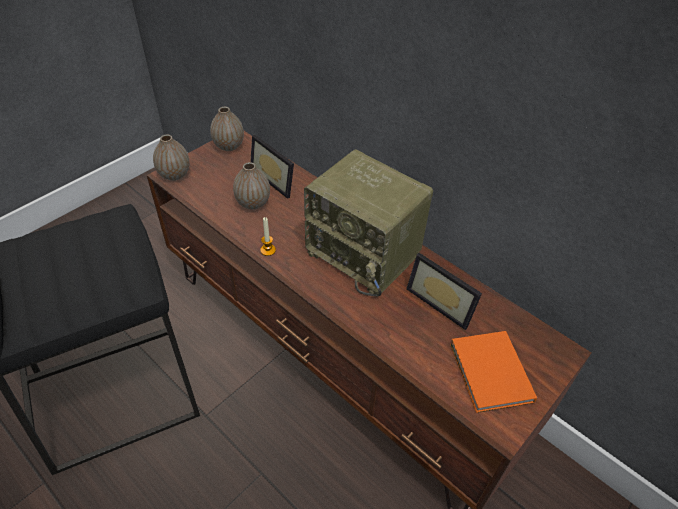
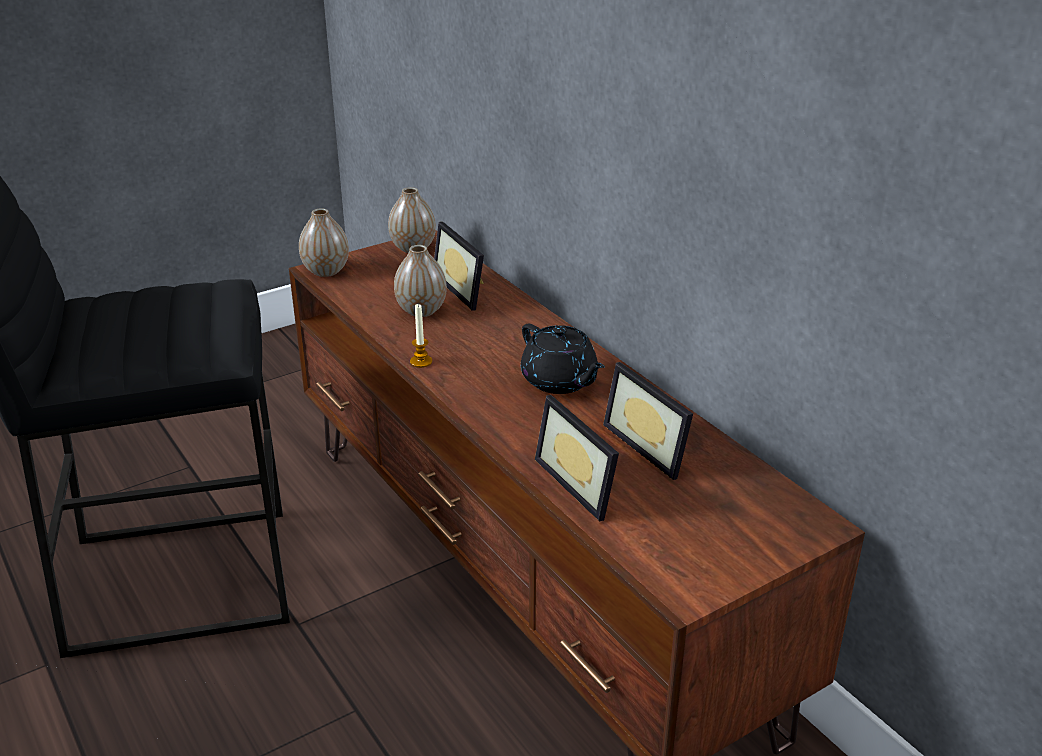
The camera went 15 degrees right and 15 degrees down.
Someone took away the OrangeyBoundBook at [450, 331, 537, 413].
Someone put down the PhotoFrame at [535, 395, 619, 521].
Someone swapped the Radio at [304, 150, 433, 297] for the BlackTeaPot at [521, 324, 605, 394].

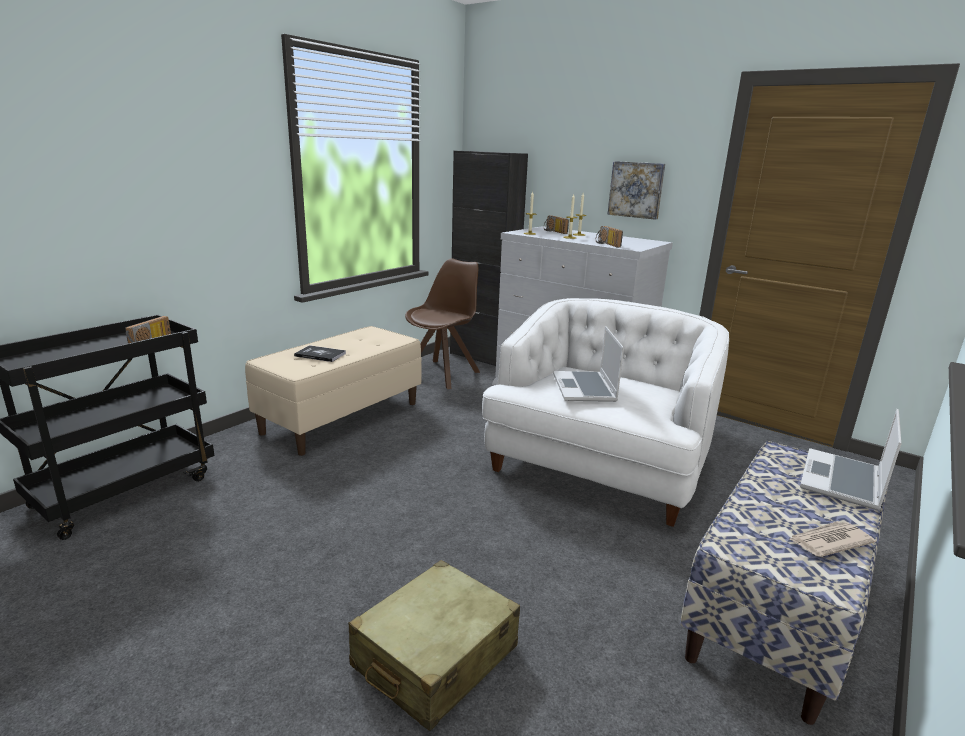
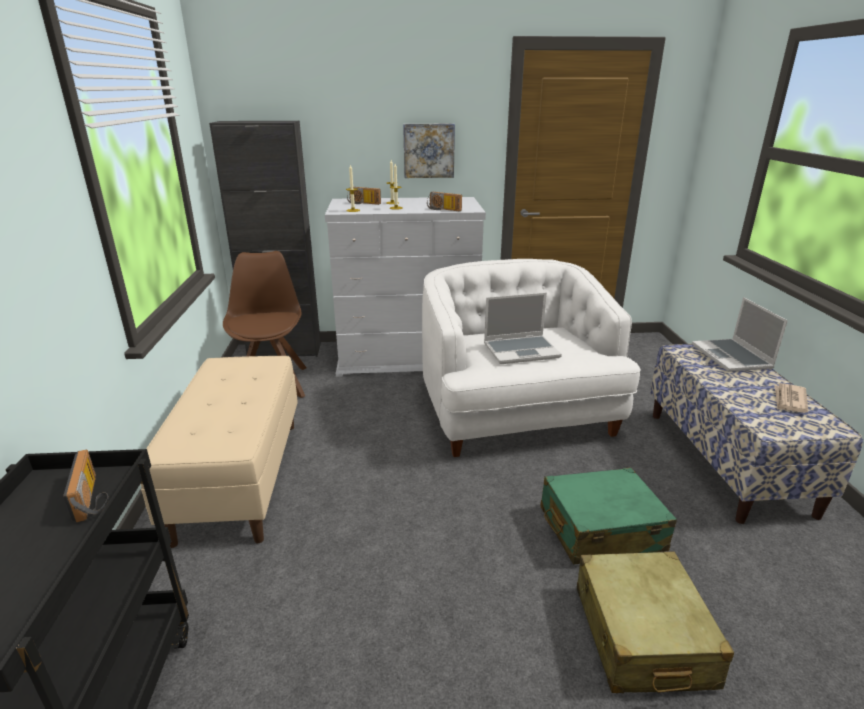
The camera went 40 degrees left and 5 degrees up.
Someone took away the BoundBook at [294, 345, 346, 362].
Someone put down the GreenishTravelCase at [540, 467, 677, 564].
Someone rotated the NotebookComputer at [553, 326, 624, 402] by 60 degrees counterclockwise.

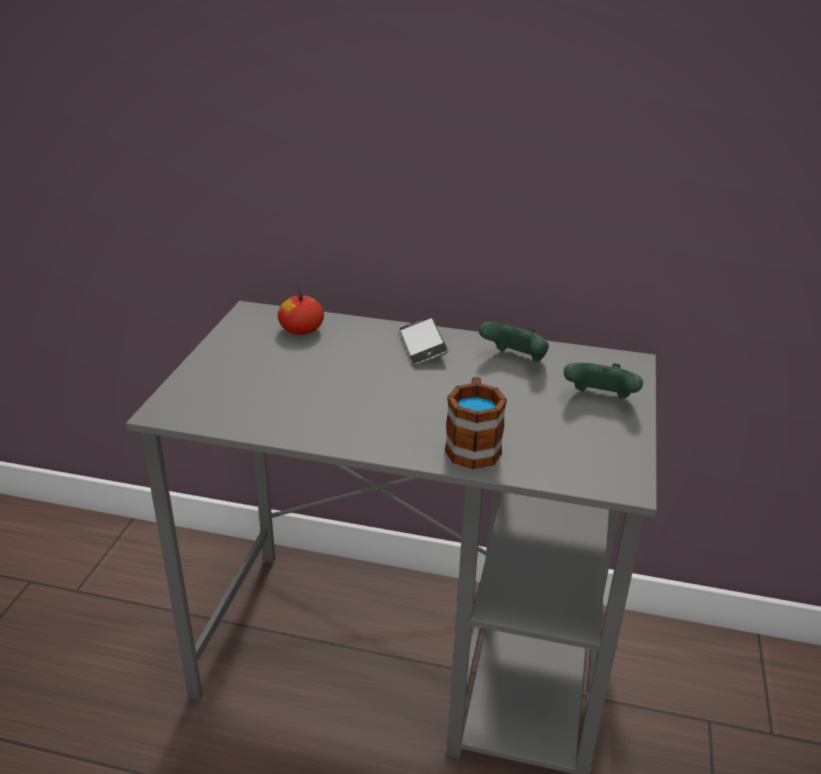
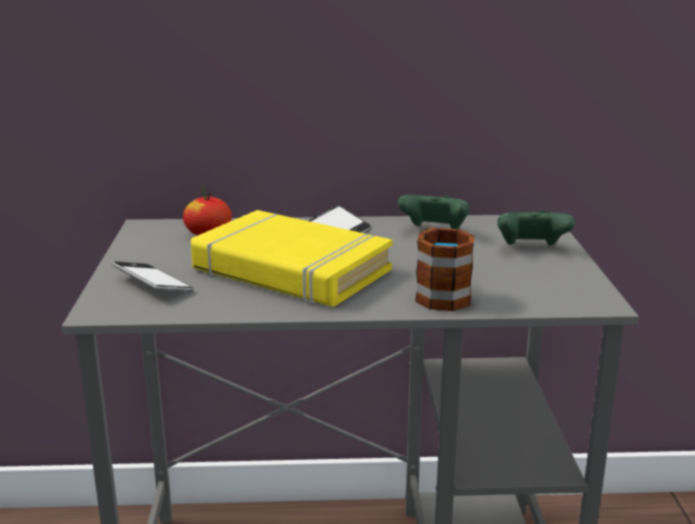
The camera went 15 degrees left and 10 degrees down.
Someone put down the Phone at [112, 261, 193, 292].
Someone put down the YellowColouredBoundBook at [191, 210, 393, 307].

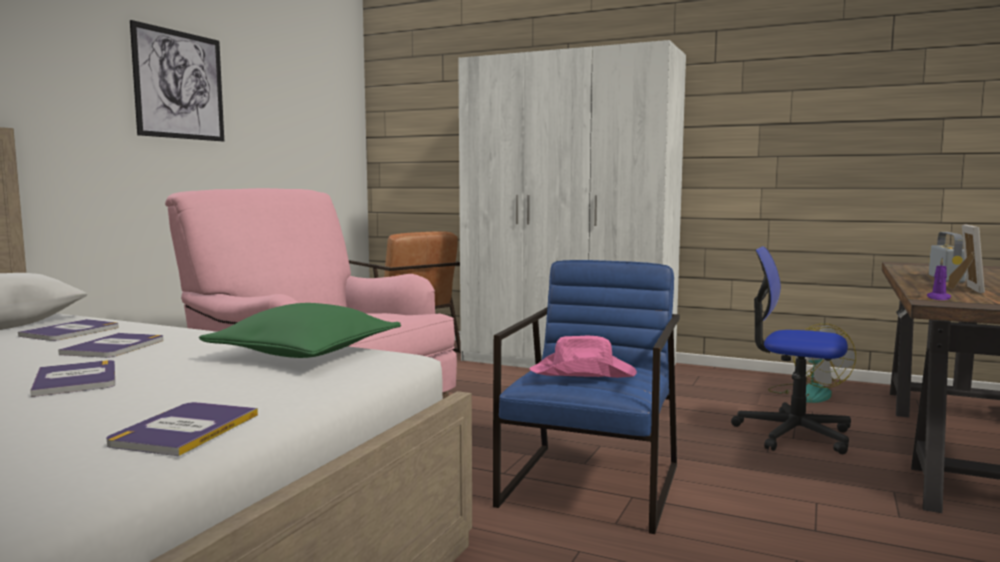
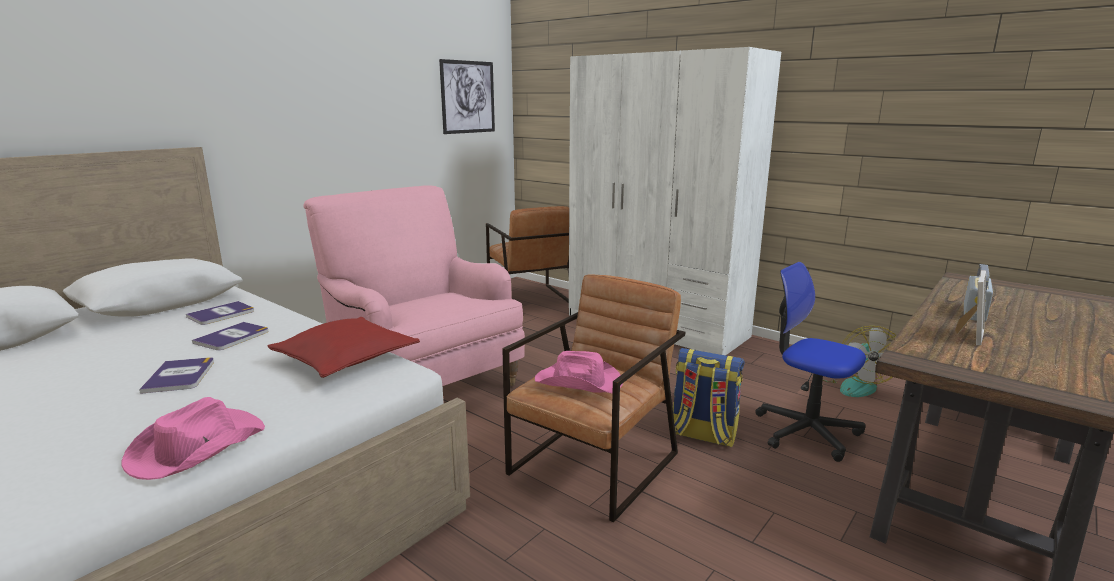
The camera went 15 degrees right and 10 degrees up.
Someone took away the PurplishCandle at [927, 258, 951, 300].
Someone put down the Backpack at [673, 348, 745, 448].
Someone carried the WallPicture from [130, 20, 224, 141] to [439, 59, 495, 134].
Someone swapped the BoundBook at [106, 402, 258, 456] for the PinkishHat at [121, 397, 265, 480].
Someone repainted the GreenishThrowPillow at [199, 303, 401, 358], which became the RedThrowPillow at [268, 317, 420, 378].
Someone repainted the BlueArmchair at [493, 260, 680, 534], which became the BrownArmchair at [502, 274, 685, 522].

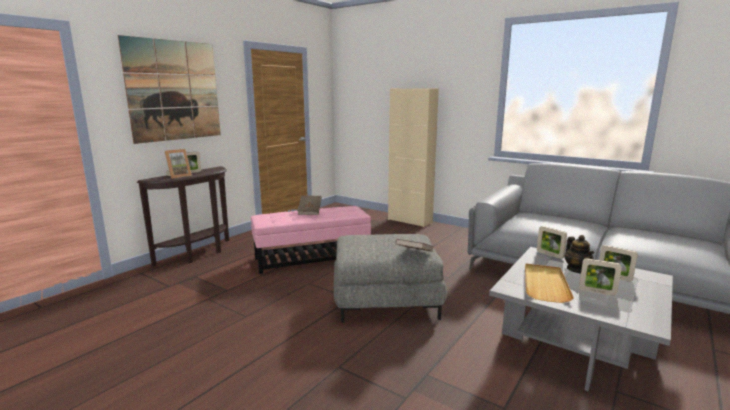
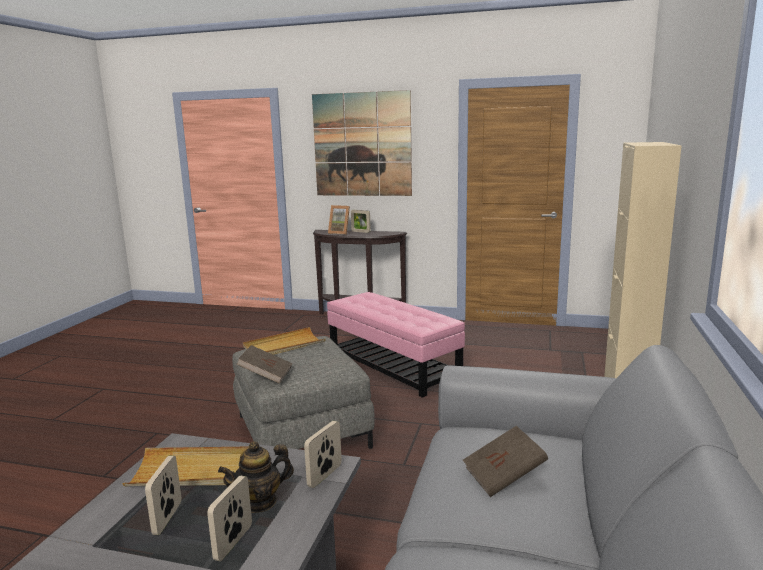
The camera went 70 degrees right and 0 degrees up.
Someone put down the BeigeServingTray at [243, 327, 325, 355].
Someone carried the BrownBoundBook from [297, 195, 322, 215] to [463, 426, 548, 497].

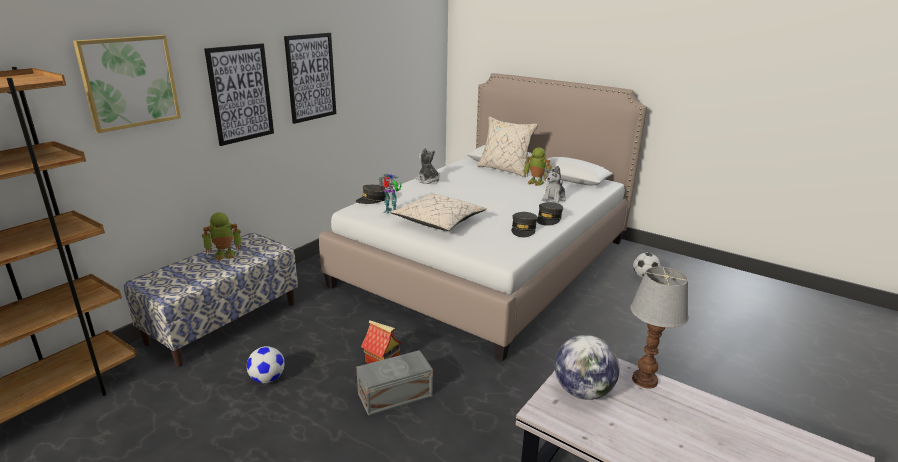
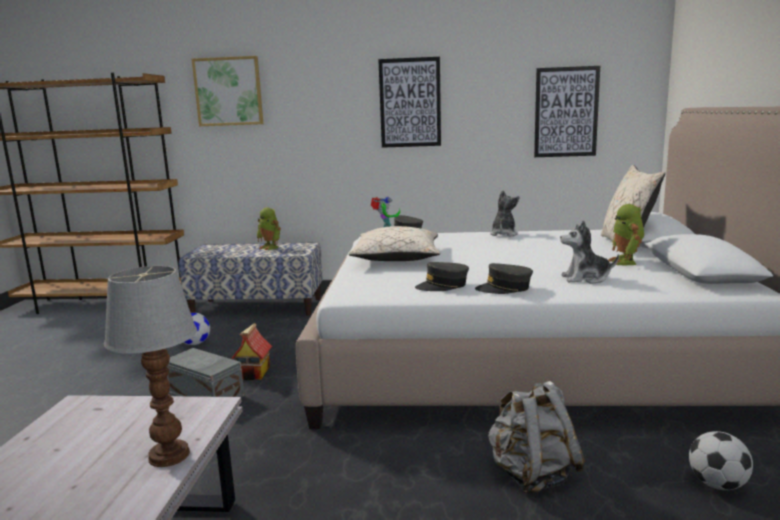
The camera went 60 degrees right and 10 degrees down.
Someone took away the WorldGlobe at [555, 335, 620, 400].
Someone put down the GreyishBackpack at [488, 381, 585, 493].
Someone carried the WallPicture from [204, 43, 274, 146] to [534, 66, 600, 157].

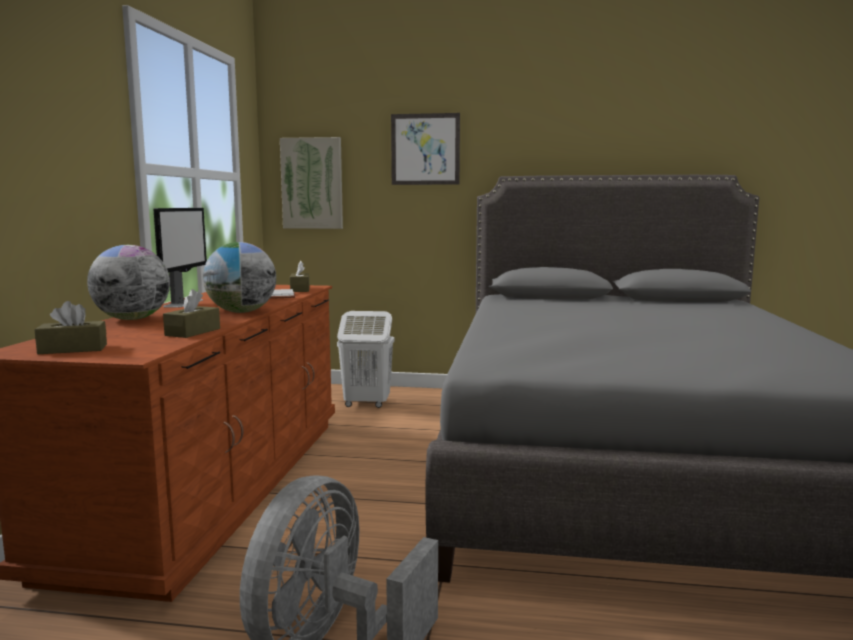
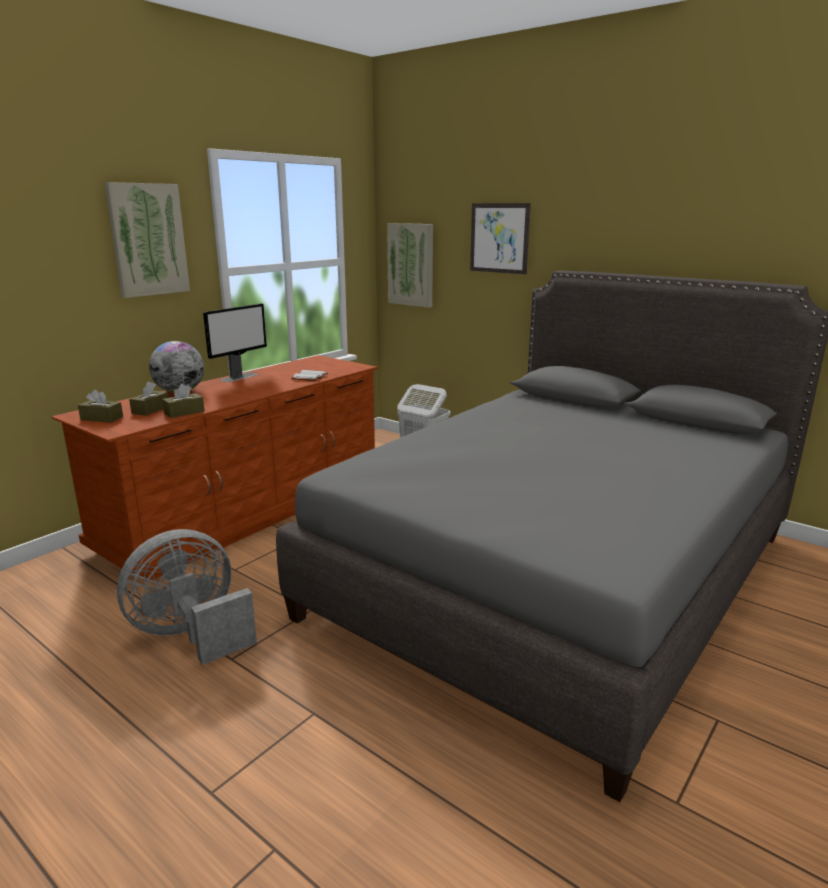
The camera went 30 degrees right and 10 degrees up.
Someone took away the WorldGlobe at [203, 242, 276, 313].
Someone put up the WallPicture at [104, 182, 190, 298].
Someone carried the BrownBoxOfTissues from [290, 261, 309, 292] to [129, 381, 168, 416].

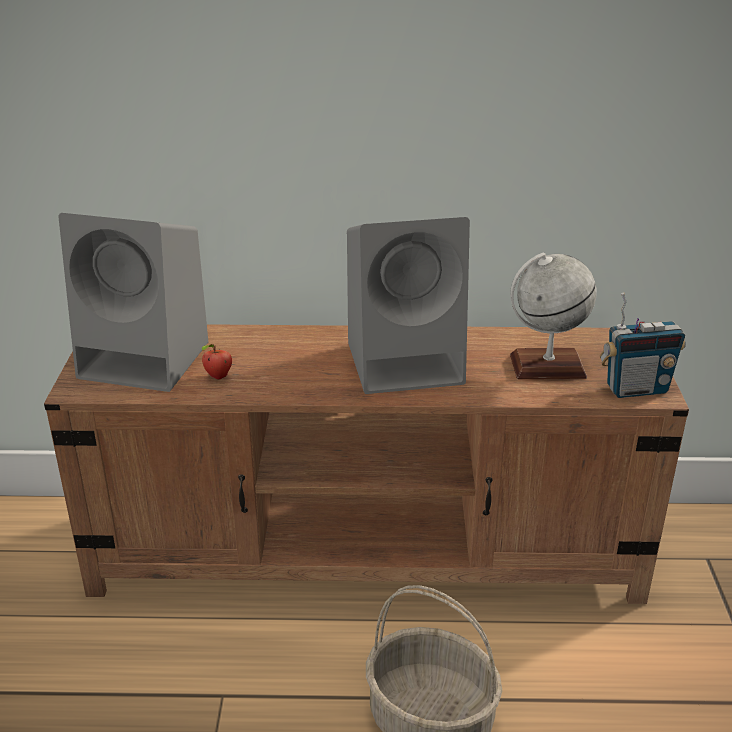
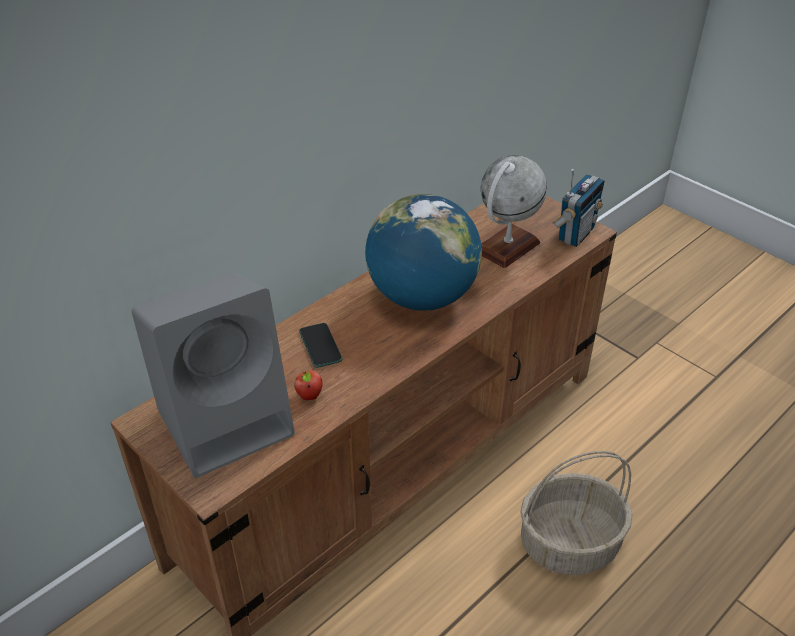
The camera went 45 degrees left and 10 degrees up.
Someone put down the Phone at [299, 323, 342, 368].
Someone swapped the GreyishLoudspeaker at [347, 217, 470, 394] for the WorldGlobe at [365, 194, 482, 311].

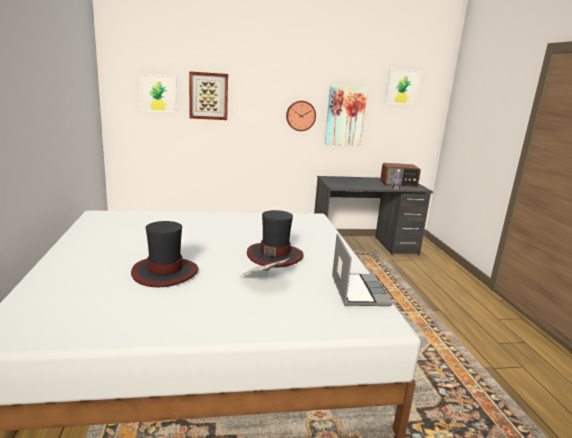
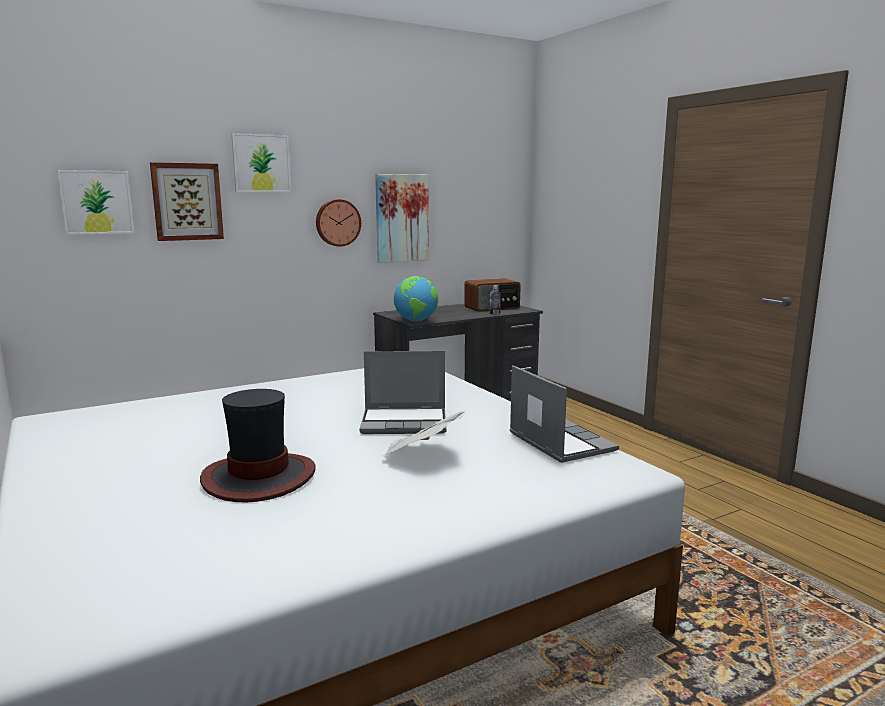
The camera went 20 degrees left and 5 degrees down.
Someone put down the WorldGlobe at [394, 276, 438, 321].
Someone carried the WallPicture from [385, 69, 422, 105] to [231, 133, 291, 192].
Someone swapped the Hat at [247, 210, 304, 268] for the NotebookComputer at [359, 351, 447, 434].

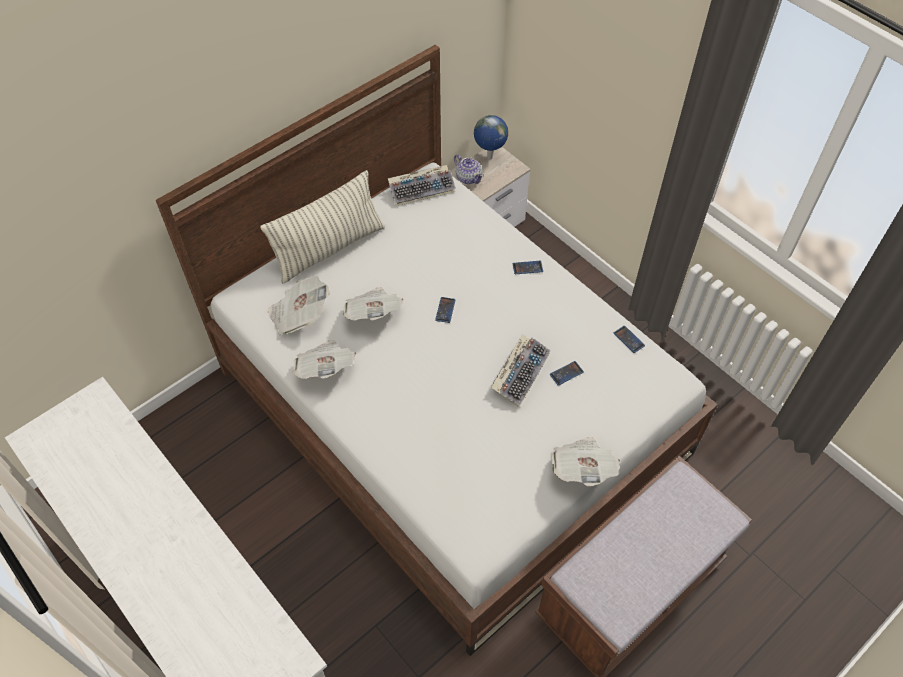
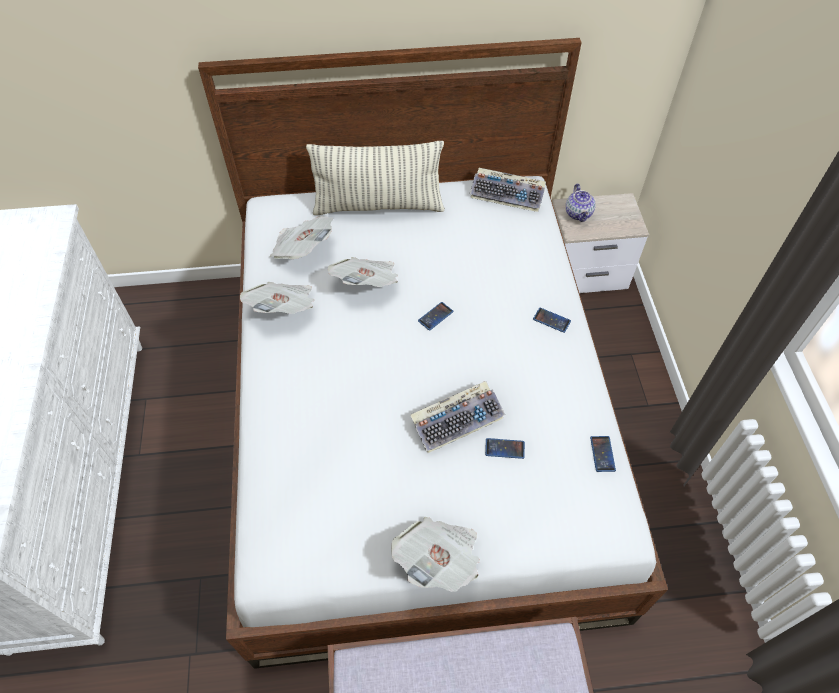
The camera went 35 degrees right and 0 degrees up.
Someone took away the WorldGlobe at [474, 115, 508, 160].

